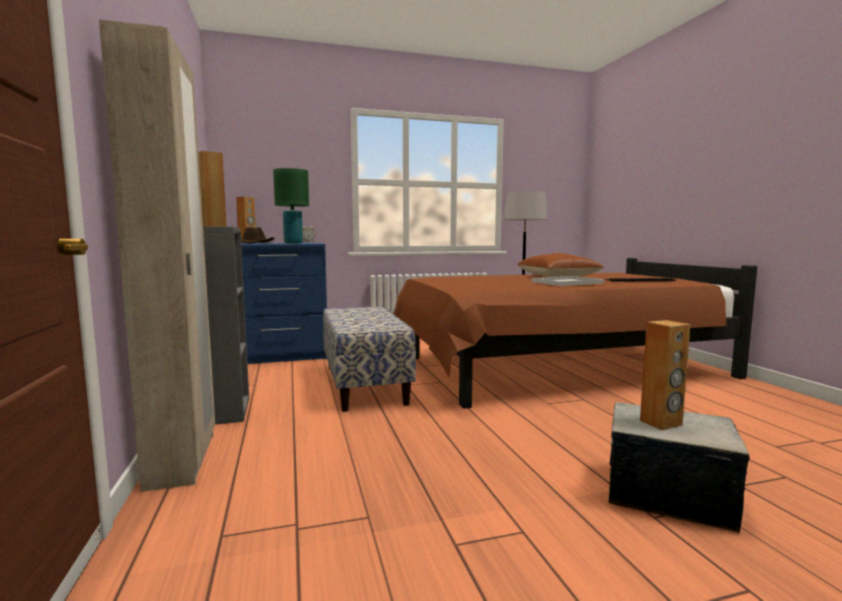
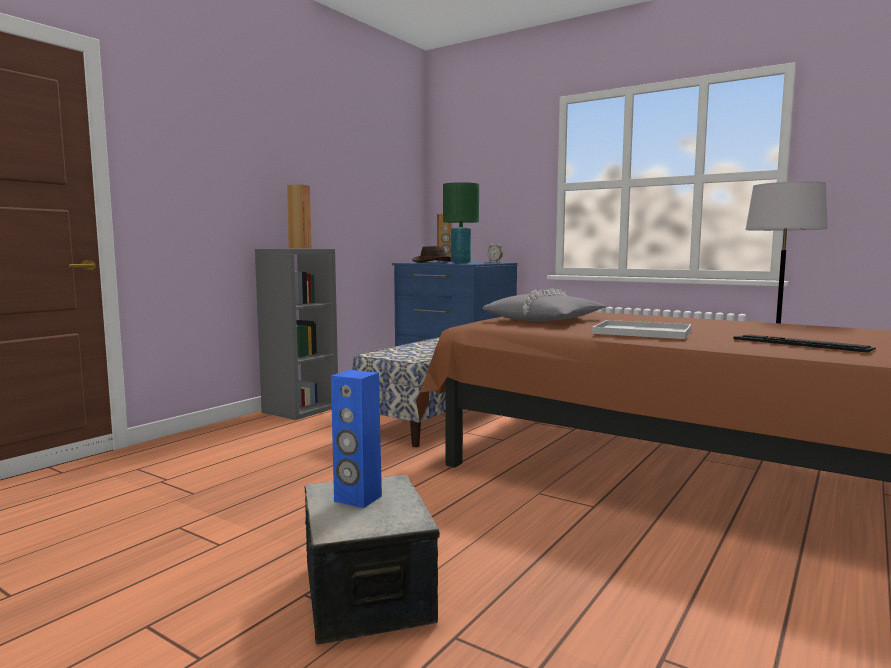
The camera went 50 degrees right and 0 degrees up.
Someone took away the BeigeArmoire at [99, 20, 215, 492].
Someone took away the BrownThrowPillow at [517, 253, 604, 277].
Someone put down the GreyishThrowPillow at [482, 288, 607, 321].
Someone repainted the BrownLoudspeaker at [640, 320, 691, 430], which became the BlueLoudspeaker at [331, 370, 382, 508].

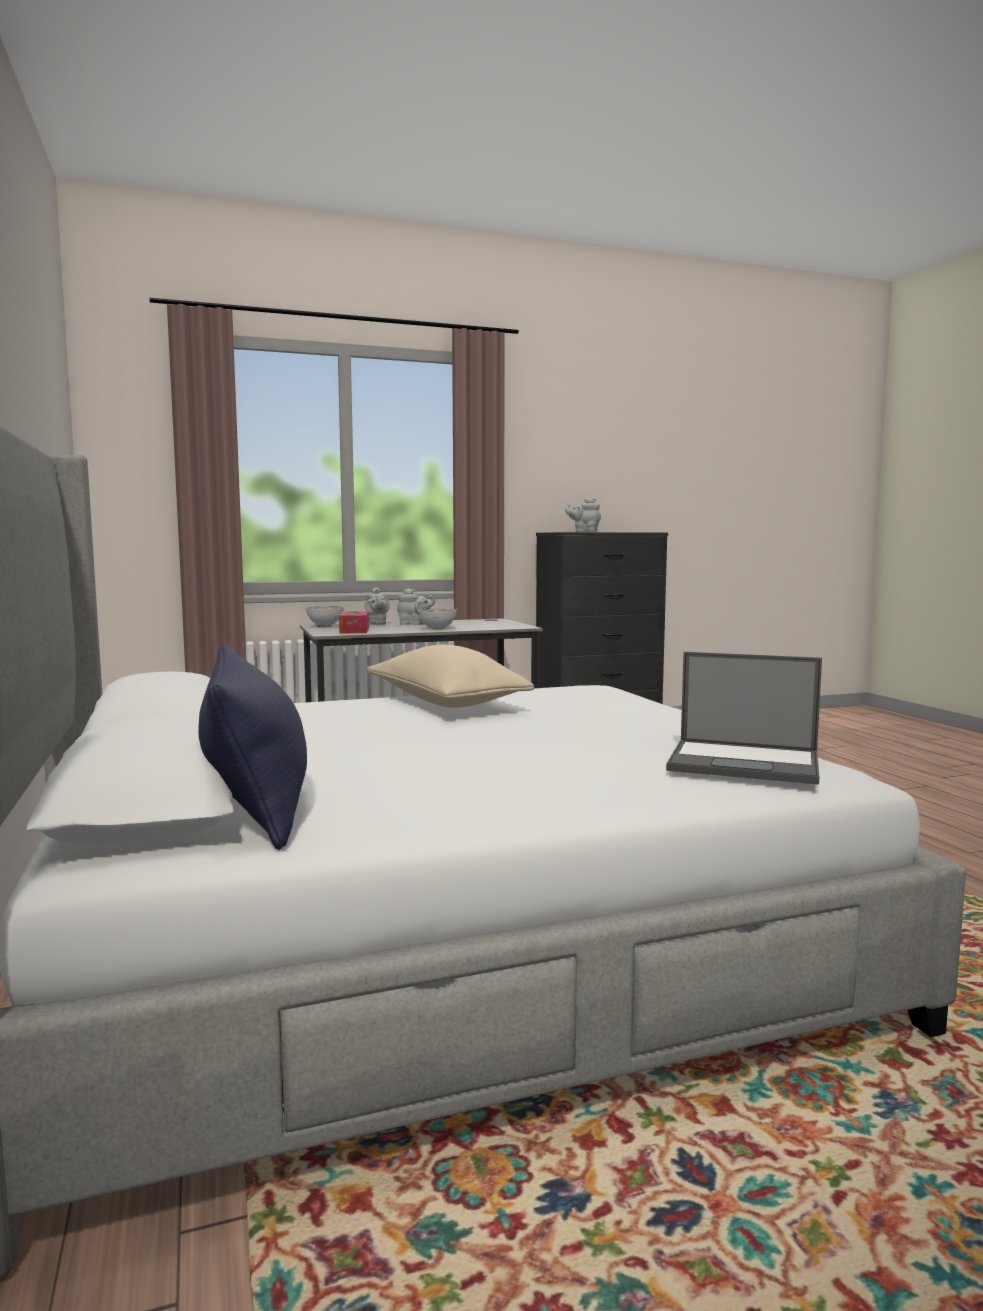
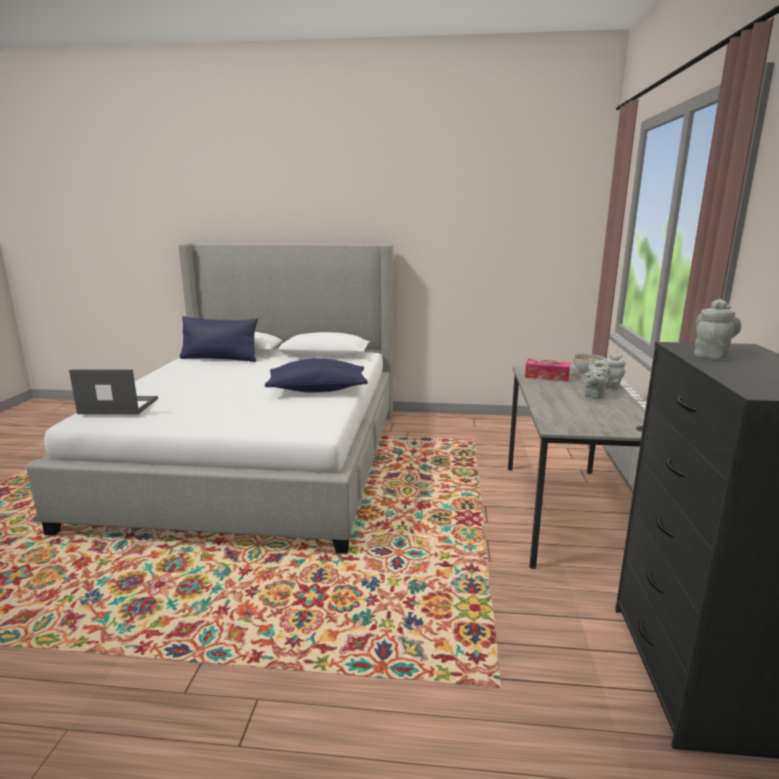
The camera went 115 degrees right and 10 degrees up.
Someone took away the DeepDish at [418, 608, 457, 630].
Someone repainted the BeigeThrowPillow at [367, 644, 534, 708], which became the BlueThrowPillow at [265, 358, 368, 392].
Someone rotated the NotebookComputer at [666, 652, 822, 785] by 45 degrees clockwise.

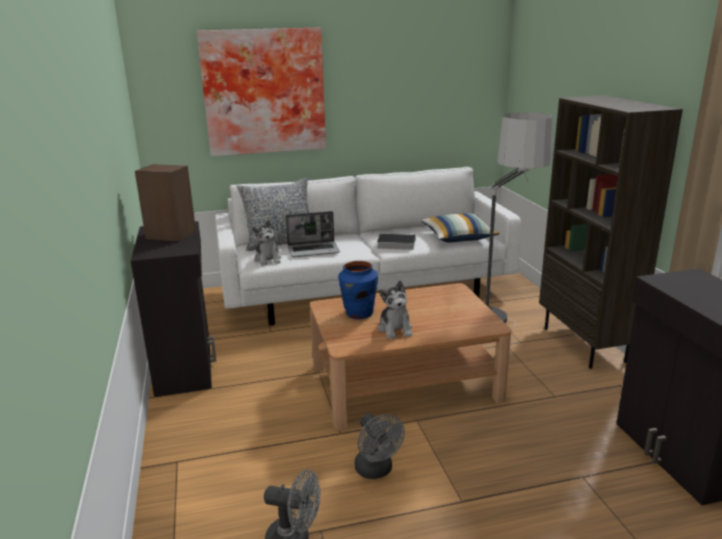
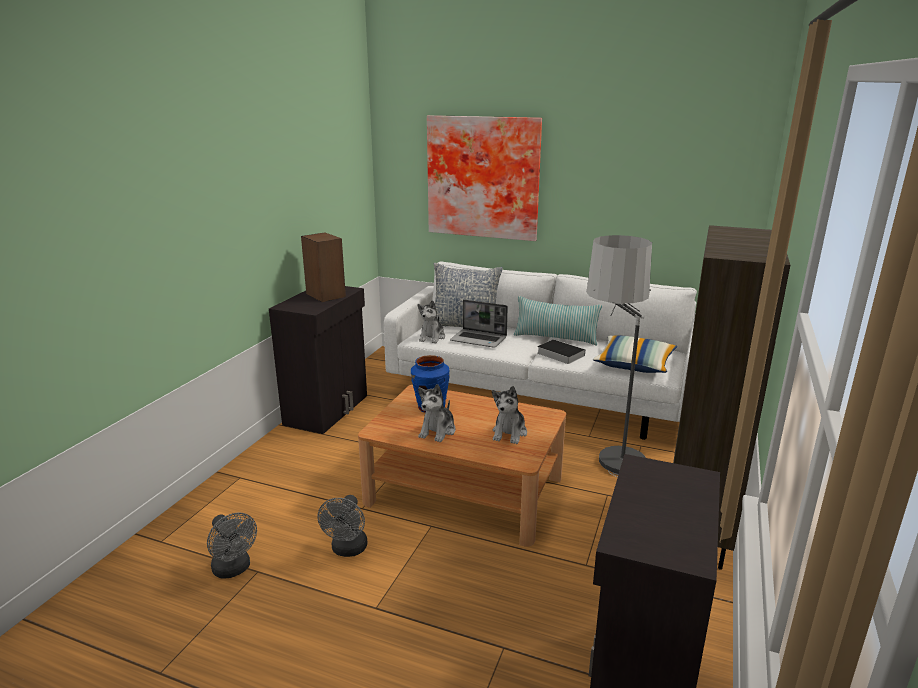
The camera went 35 degrees right and 0 degrees up.
Someone put down the PlushToy at [492, 386, 527, 444].
Someone put down the ThrowPillow at [514, 296, 602, 346].

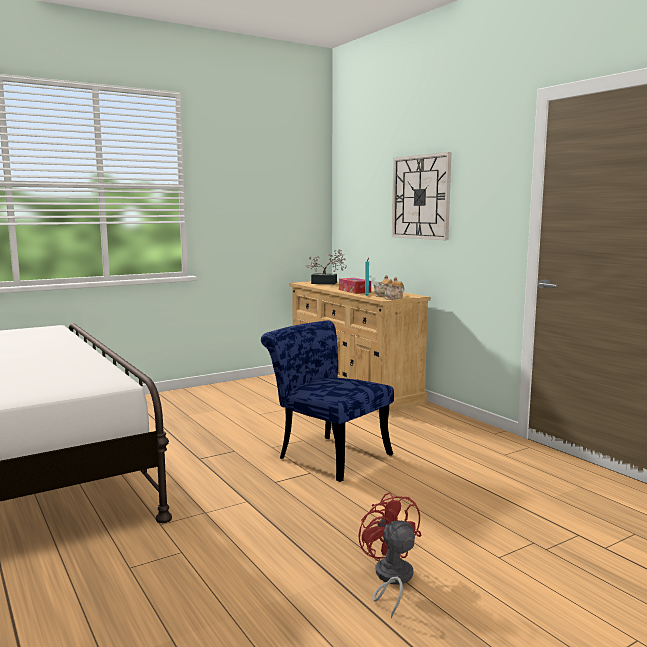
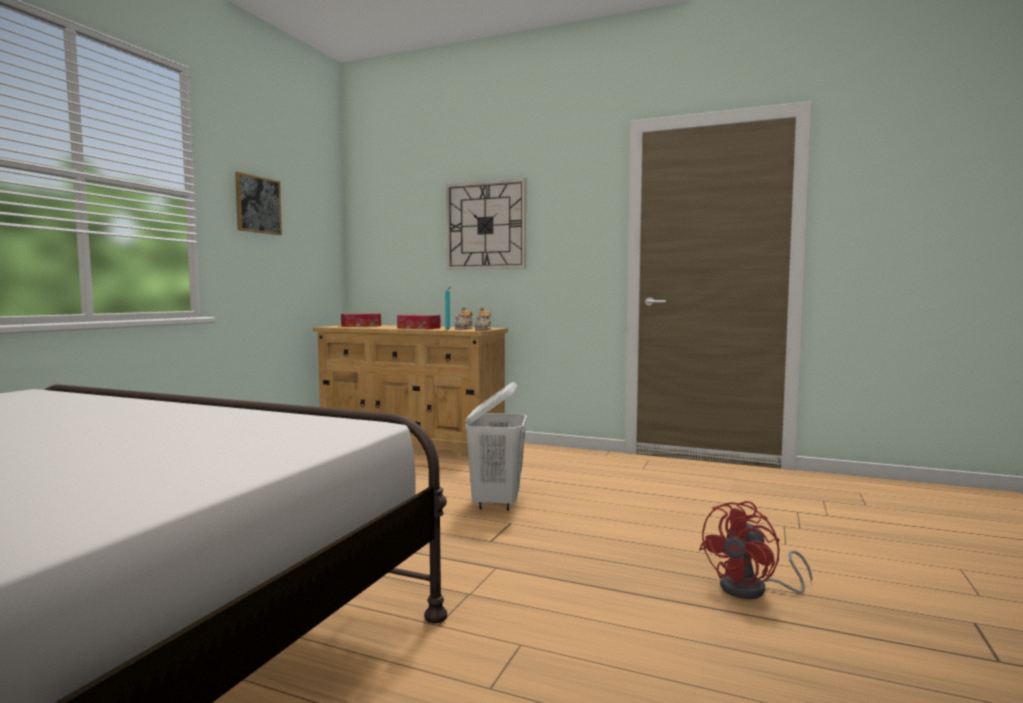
The camera went 35 degrees left and 5 degrees down.
Someone put up the WallPicture at [235, 172, 282, 235].
Someone swapped the BlueUprightChair at [261, 320, 394, 482] for the WhitishWashingBasket at [465, 382, 527, 510].
Someone swapped the PottedPlant at [306, 249, 347, 284] for the BoxOfTissues at [341, 313, 381, 327].
Someone rotated the RedElectricFan at [358, 492, 421, 618] by 75 degrees counterclockwise.

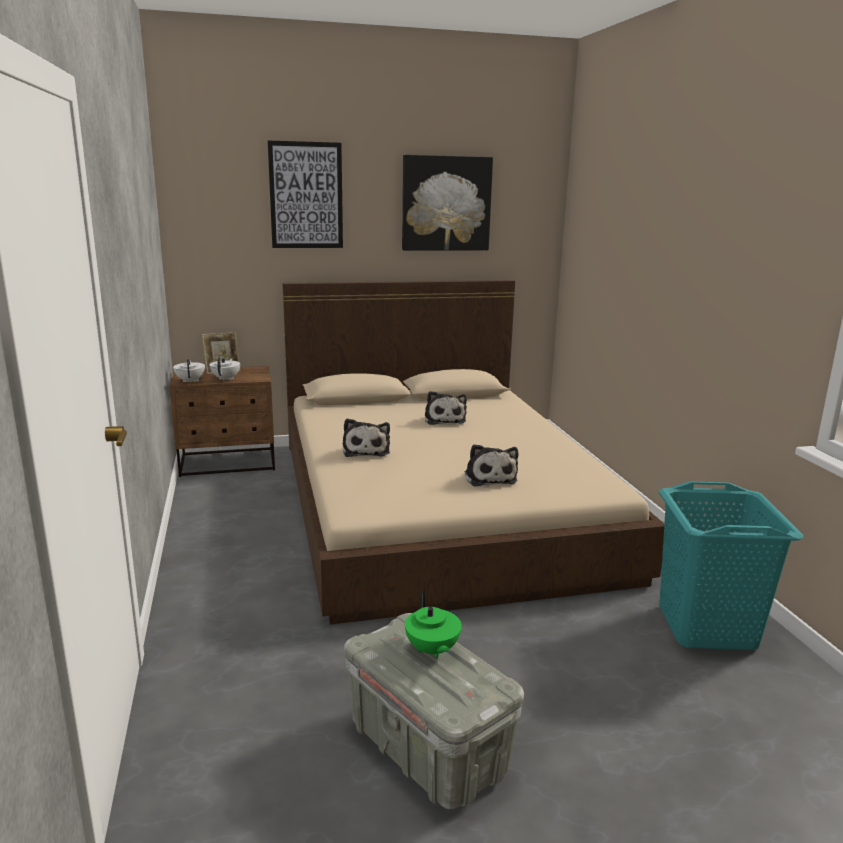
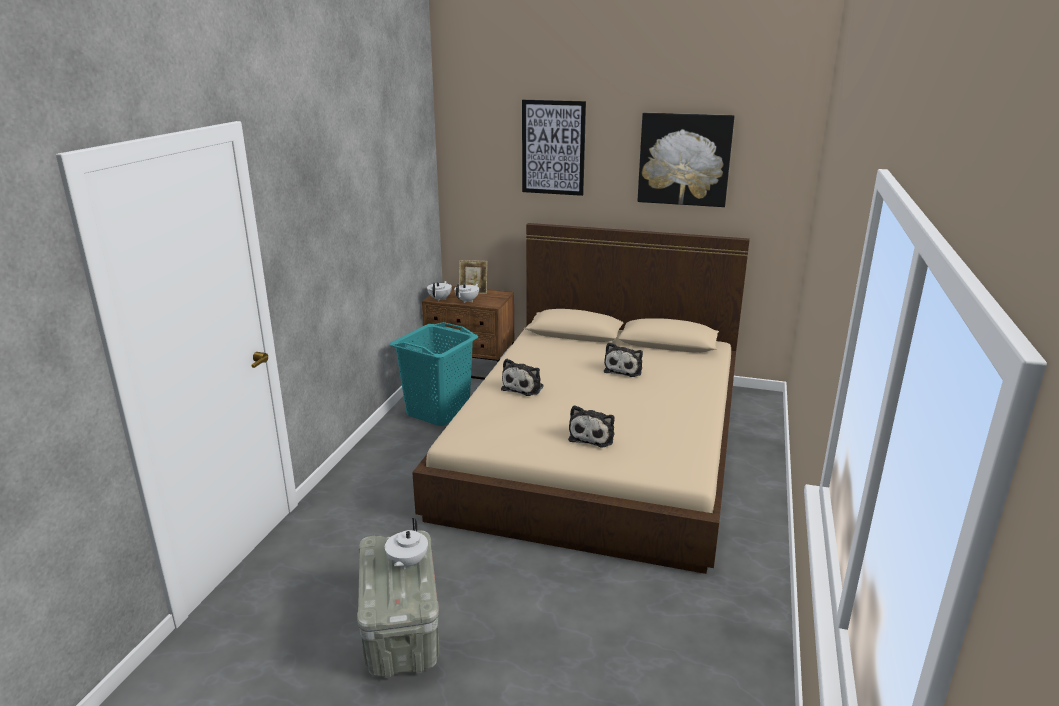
The camera went 30 degrees right and 5 degrees up.
Someone carried the BlueGreenWashingBasket from [659, 481, 803, 650] to [390, 322, 478, 426].
Someone repainted the GreenishTeaPot at [405, 591, 462, 659], which became the WhitishTeaPot at [385, 518, 428, 570].

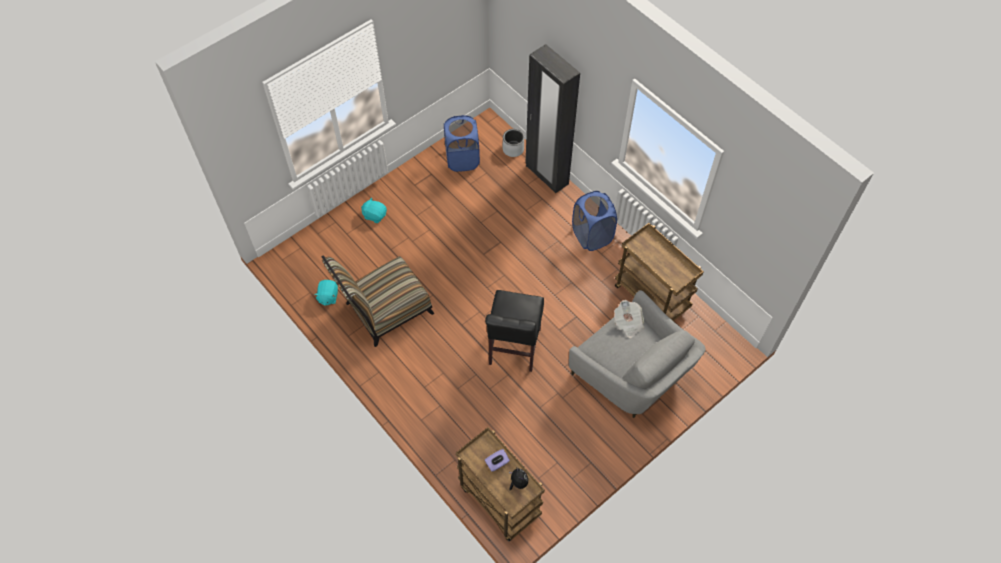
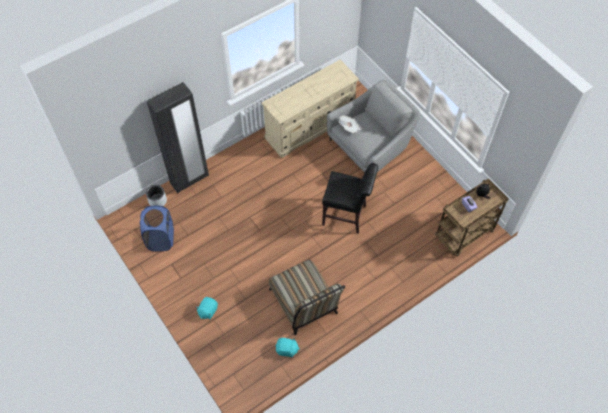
The camera went 85 degrees left and 0 degrees up.
Someone took away the BlueWashingBasket at [572, 191, 617, 251].
Someone swapped the BrownWheeledCart at [615, 223, 704, 321] for the BeigeChestOfDrawers at [261, 60, 359, 158].

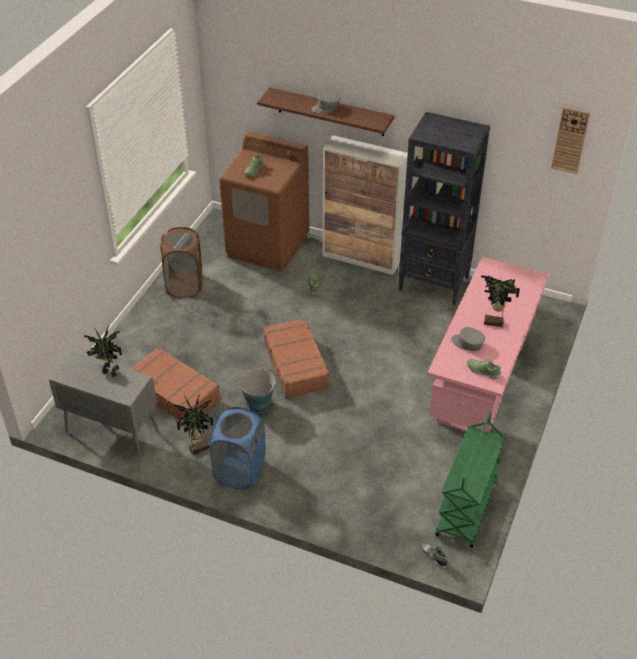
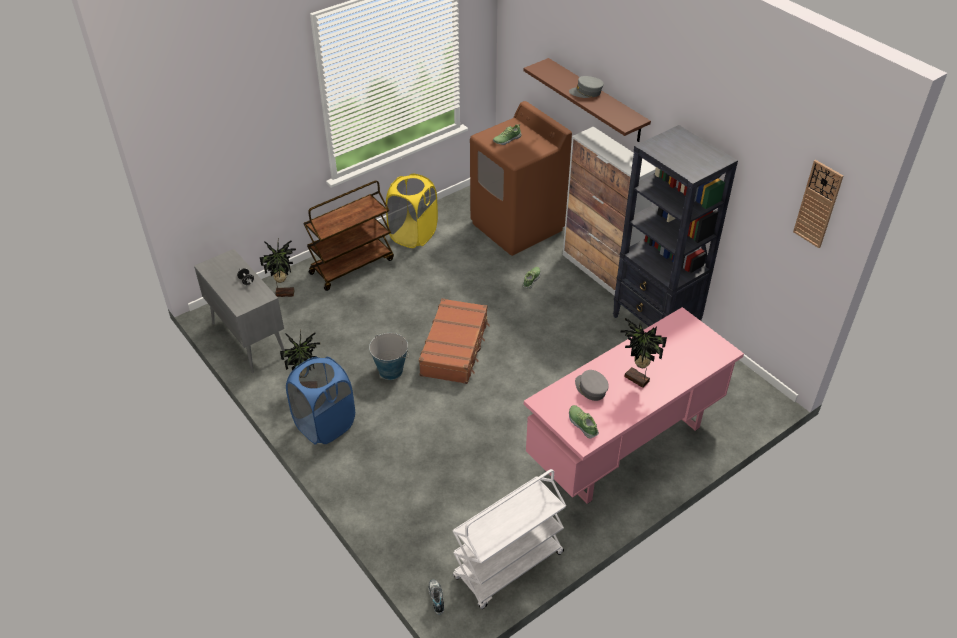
The camera went 30 degrees right and 0 degrees up.
Someone took away the BrownTravelCase at [131, 347, 221, 425].
Someone put down the BrownWheeledCart at [303, 180, 394, 291].
Someone repainted the BrownWashingBasket at [160, 227, 202, 298], which became the YellowColouredWashingBasket at [386, 174, 438, 248].
Someone repainted the GreenishWheeledCart at [435, 412, 505, 548], which became the WhitishWheeledCart at [453, 469, 566, 609].

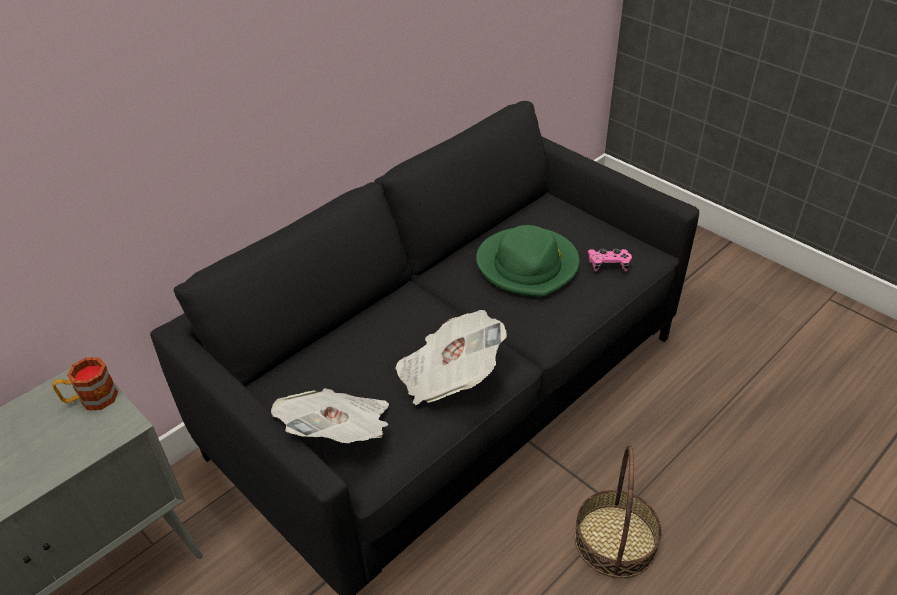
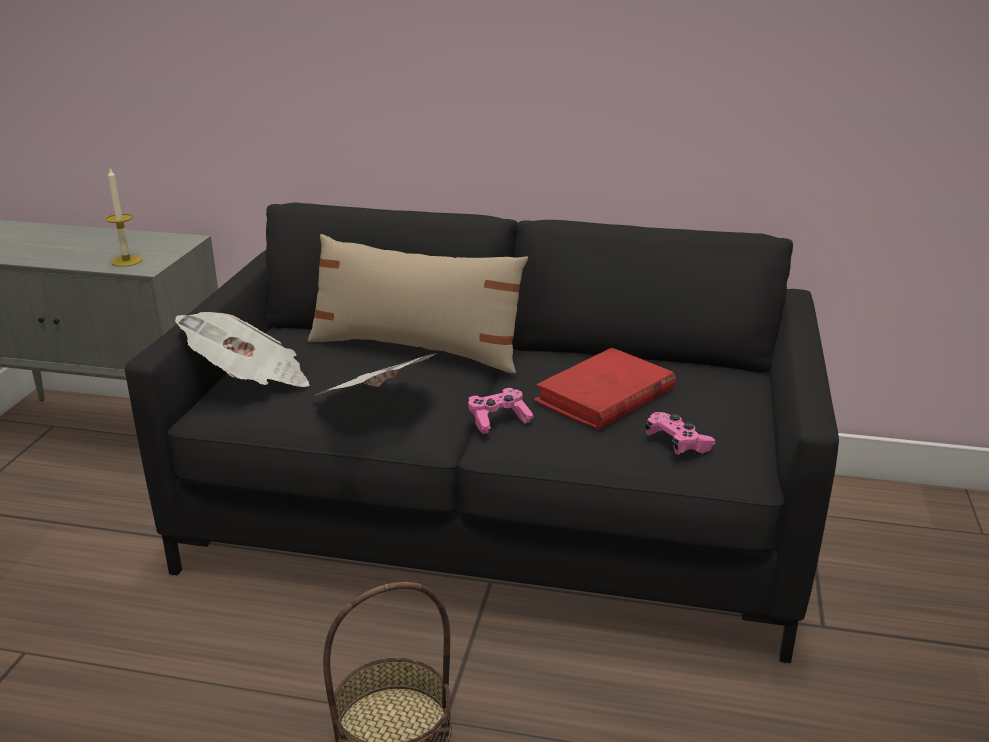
The camera went 55 degrees right and 15 degrees down.
Someone took away the Mug at [53, 357, 118, 410].
Someone put down the Candle at [106, 169, 142, 267].
Someone put down the BeigeThrowPillow at [308, 234, 528, 373].
Someone put down the PinkishGamepad at [468, 388, 534, 434].
Someone swapped the GreenishHat at [476, 225, 580, 297] for the RedBoundBook at [533, 348, 676, 430].

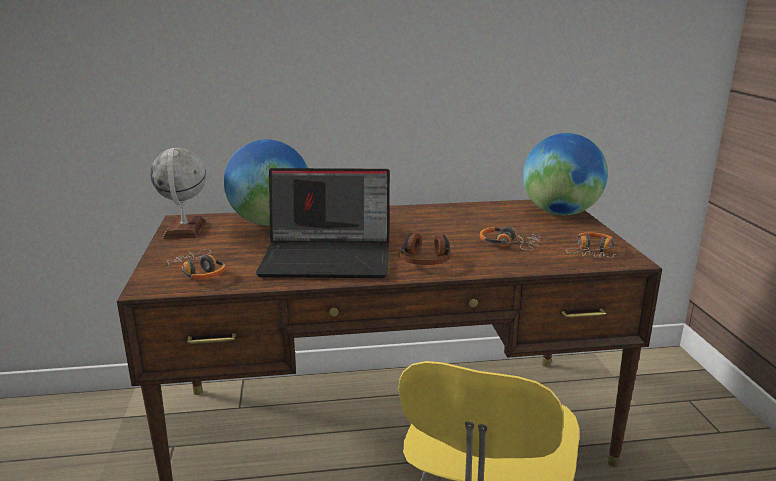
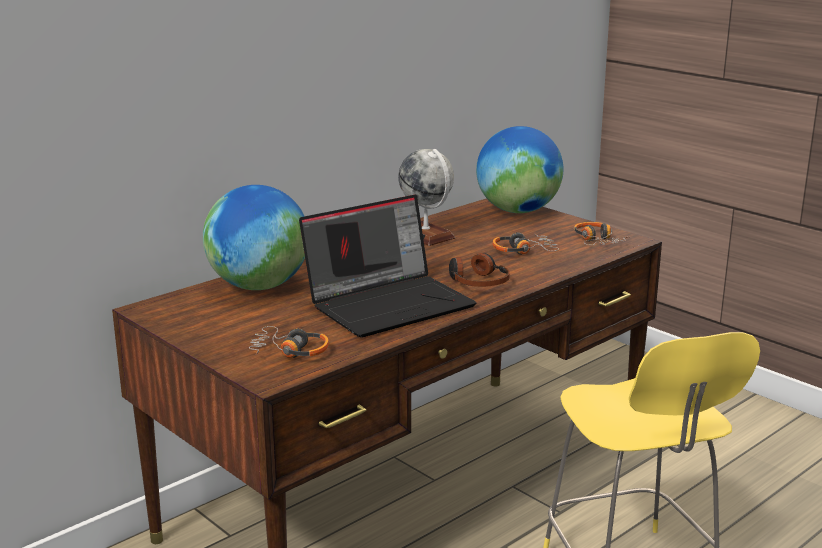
The camera went 35 degrees left and 0 degrees up.
Someone carried the WorldGlobe from [150, 148, 206, 239] to [398, 149, 455, 246].

